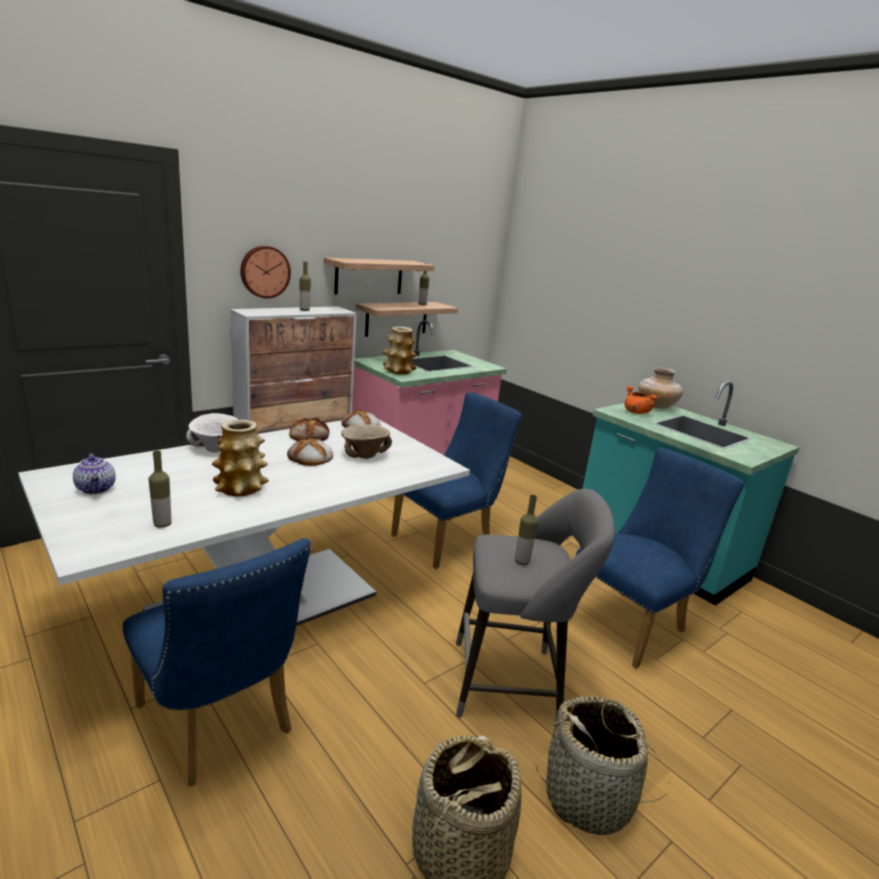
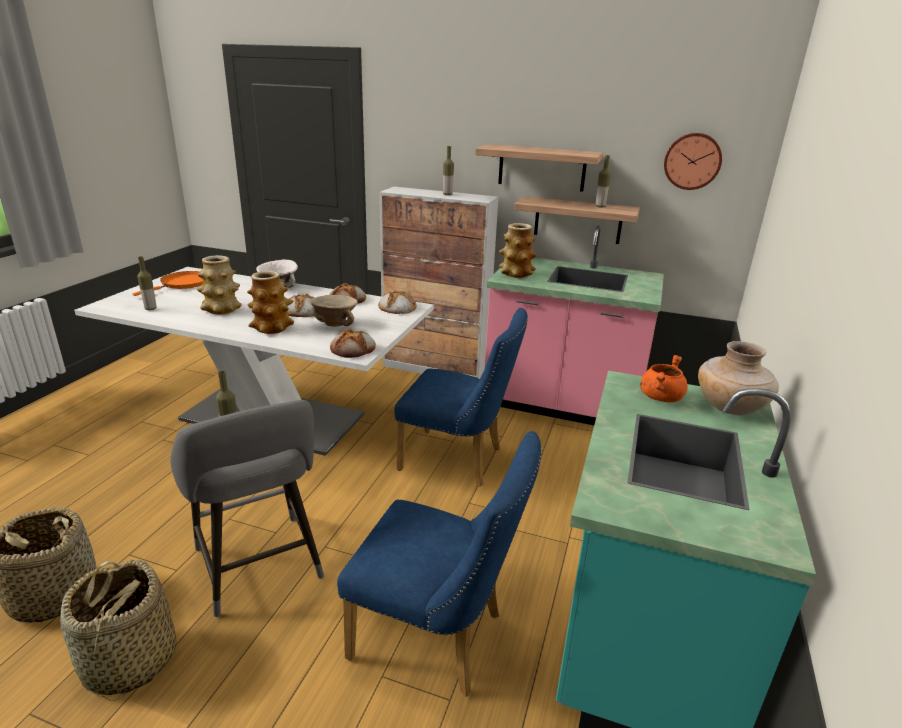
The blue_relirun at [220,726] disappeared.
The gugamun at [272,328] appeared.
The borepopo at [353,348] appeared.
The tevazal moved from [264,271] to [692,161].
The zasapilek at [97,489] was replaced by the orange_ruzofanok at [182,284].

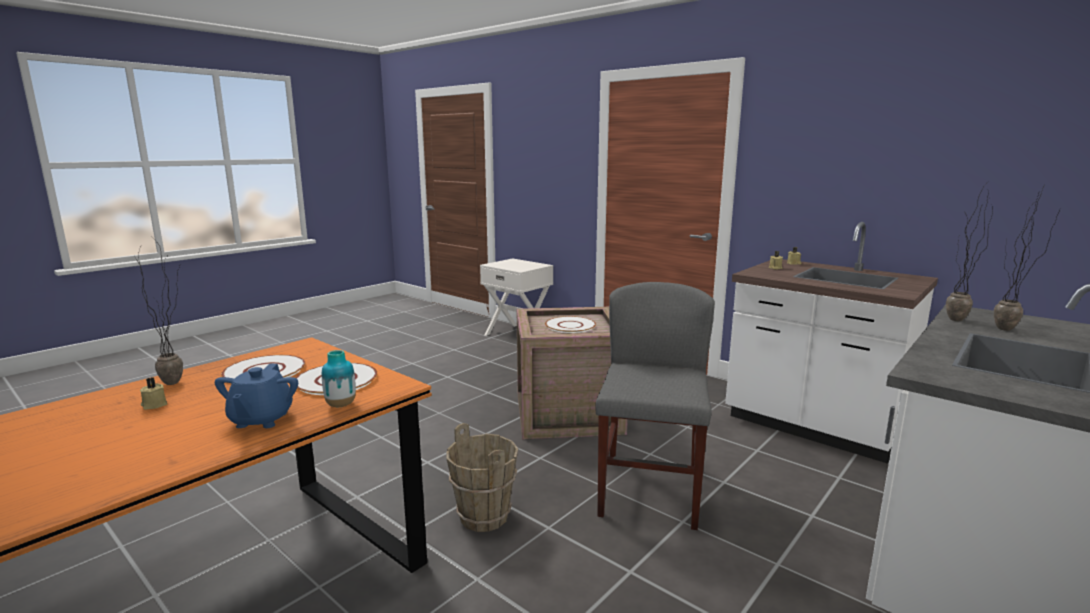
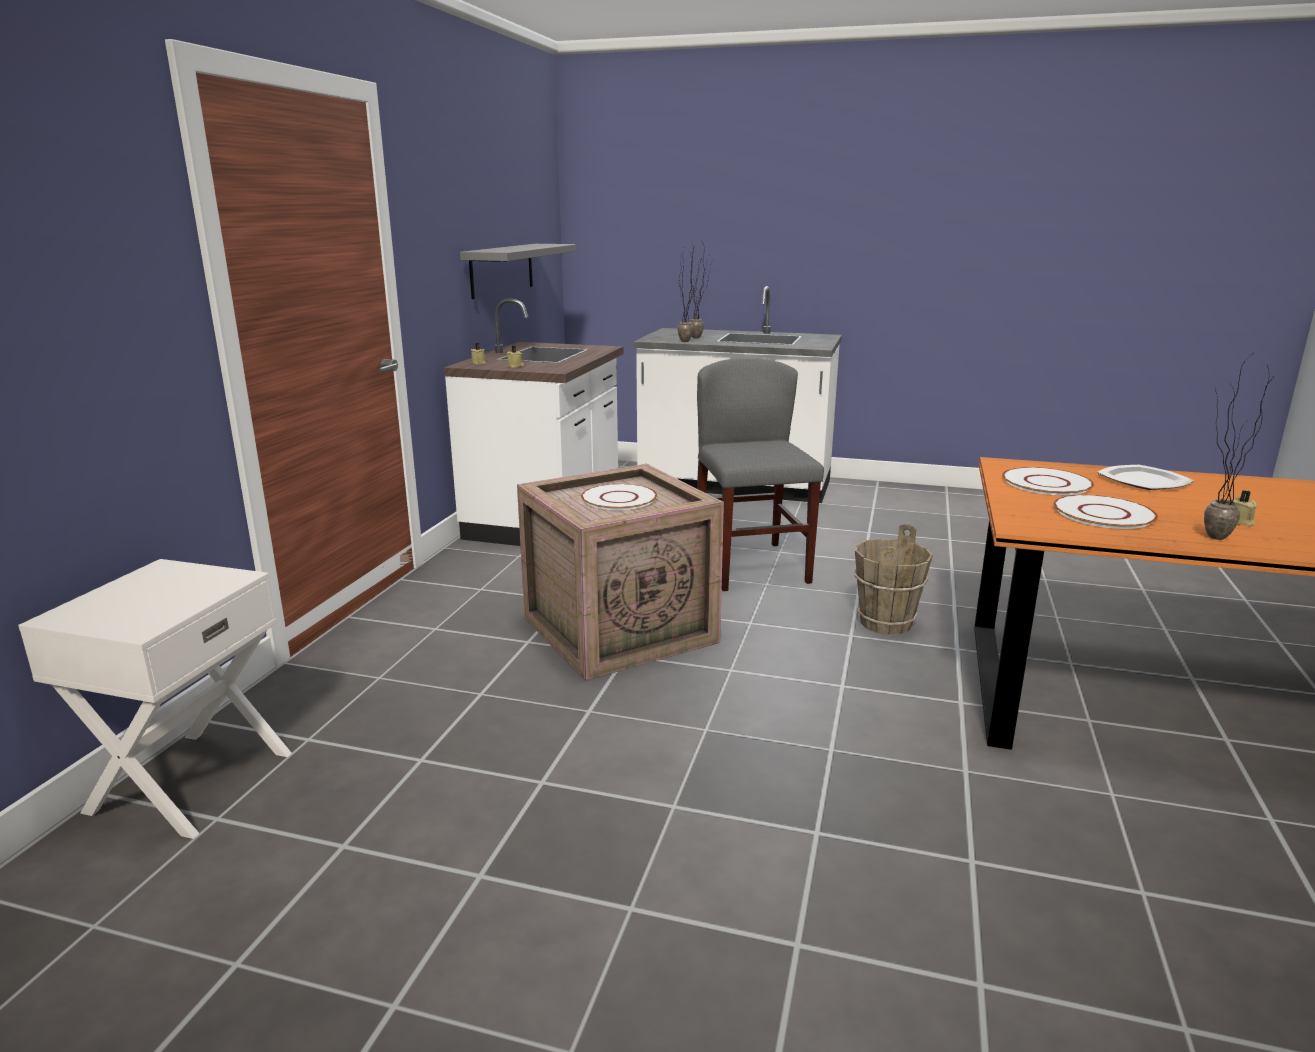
The gugamun at [341,405] disappeared.
The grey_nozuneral at [502,270] appeared.
The blue_zasapilek at [261,420] was replaced by the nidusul at [1144,481].
The grey_relirun at [649,491] turned 90 degrees clockwise.

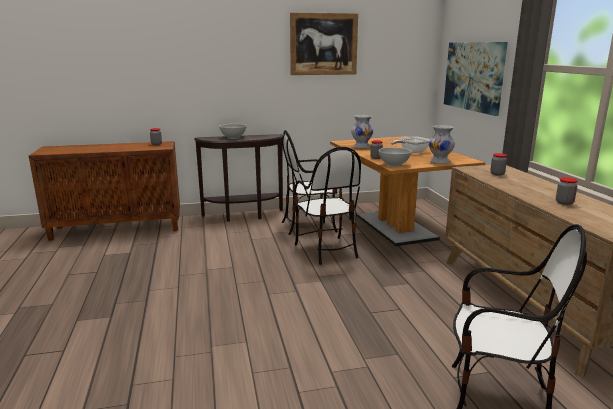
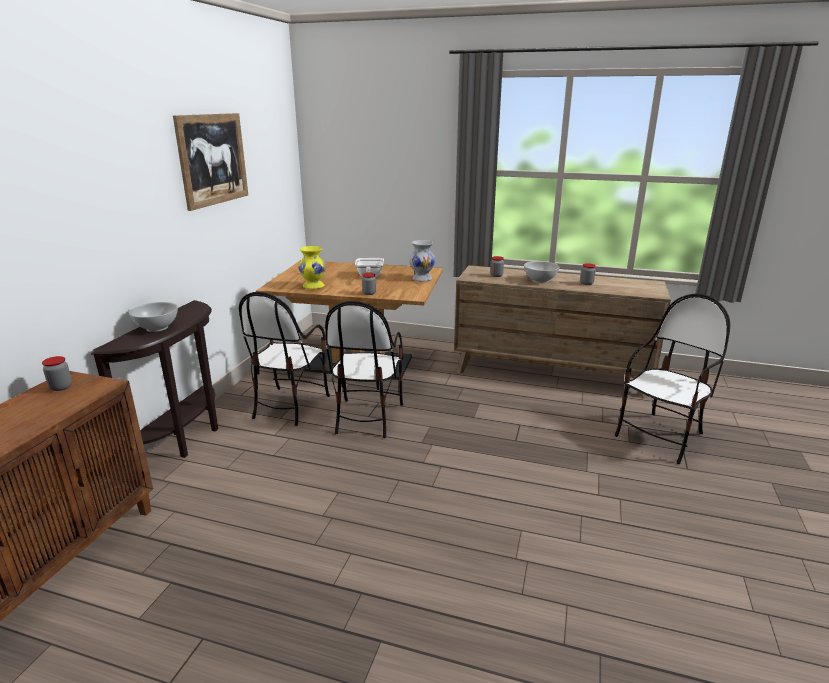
The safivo at [473,76] disappeared.
The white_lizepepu moved from [394,165] to [540,280].
The white_gugamun at [361,147] became the yellow_gugamun at [313,286].
The relirun at [326,250] turned 90 degrees clockwise.

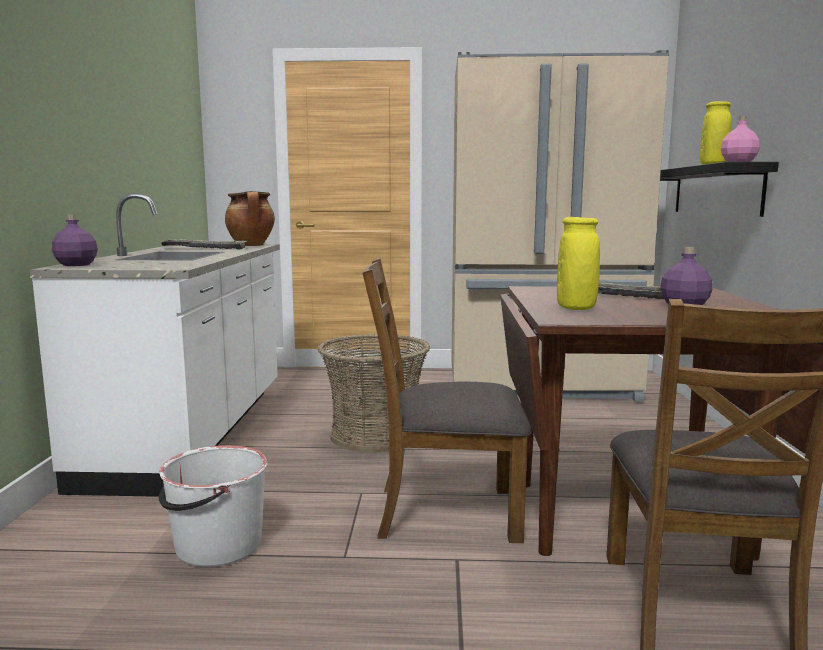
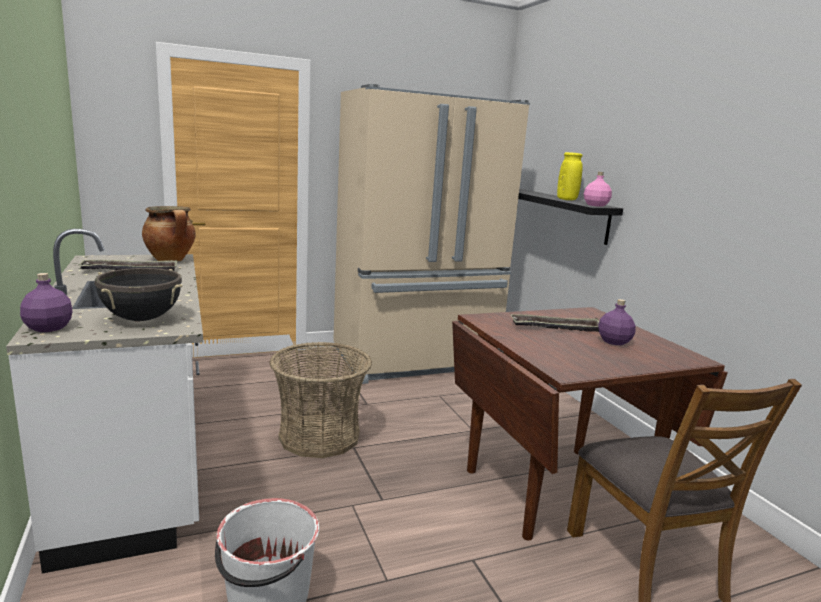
The brown_relirun at [446,512] disappeared.
The yellow_gugamun at [576,308] disappeared.
The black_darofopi at [142,319] appeared.

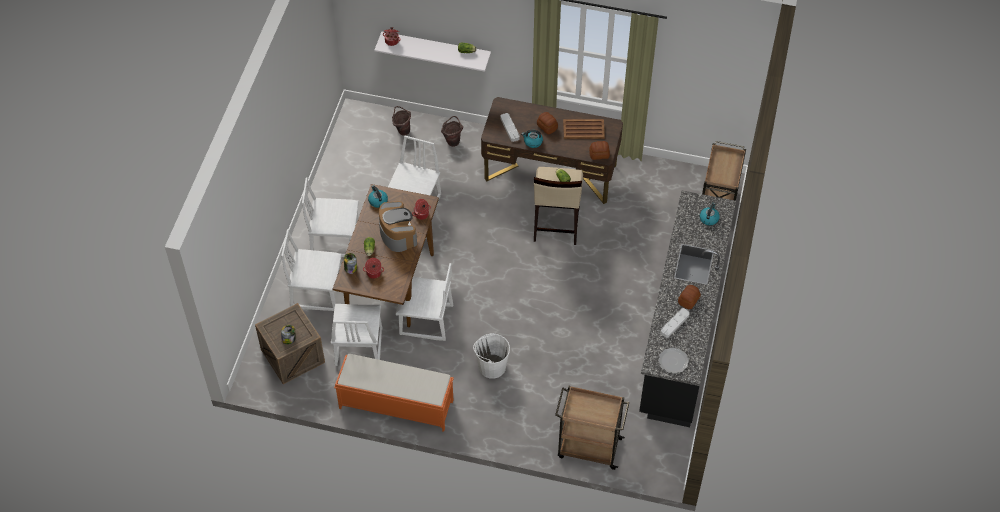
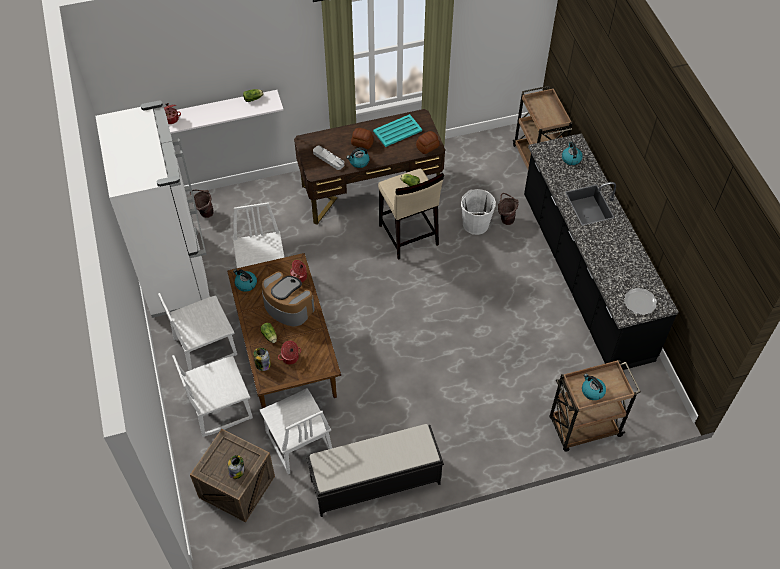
The white_relirun at [426,321] disappeared.
The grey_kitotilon at [674,324] disappeared.
The borepopo at [689,300] disappeared.
The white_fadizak at [177,272] appeared.
The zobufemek at [592,391] appeared.
The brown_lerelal moved from [453,140] to [505,219].
The white_lerelal moved from [492,366] to [475,224].
The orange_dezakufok at [395,404] became the black_dezakufok at [374,482].
The brown_kitotilon at [583,129] became the turquoise_kitotilon at [397,131].

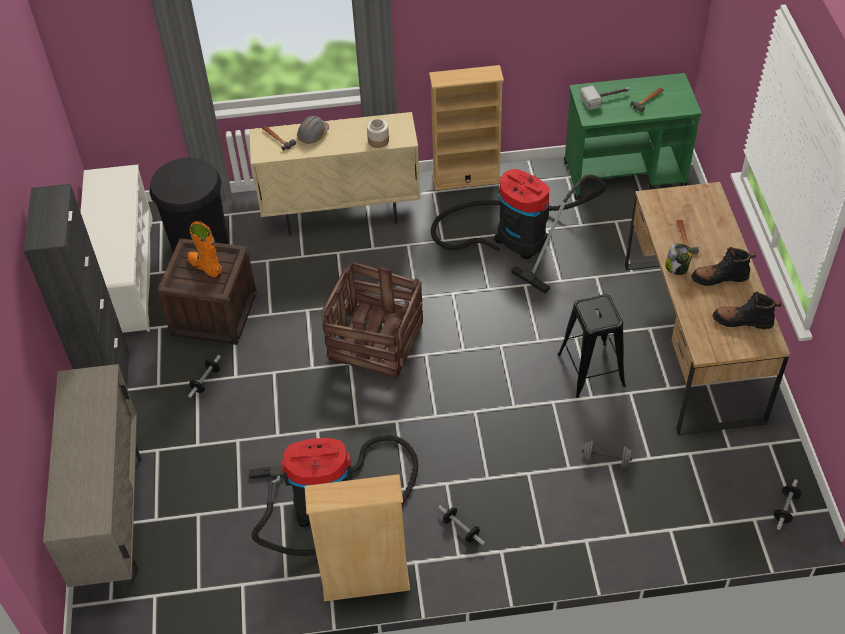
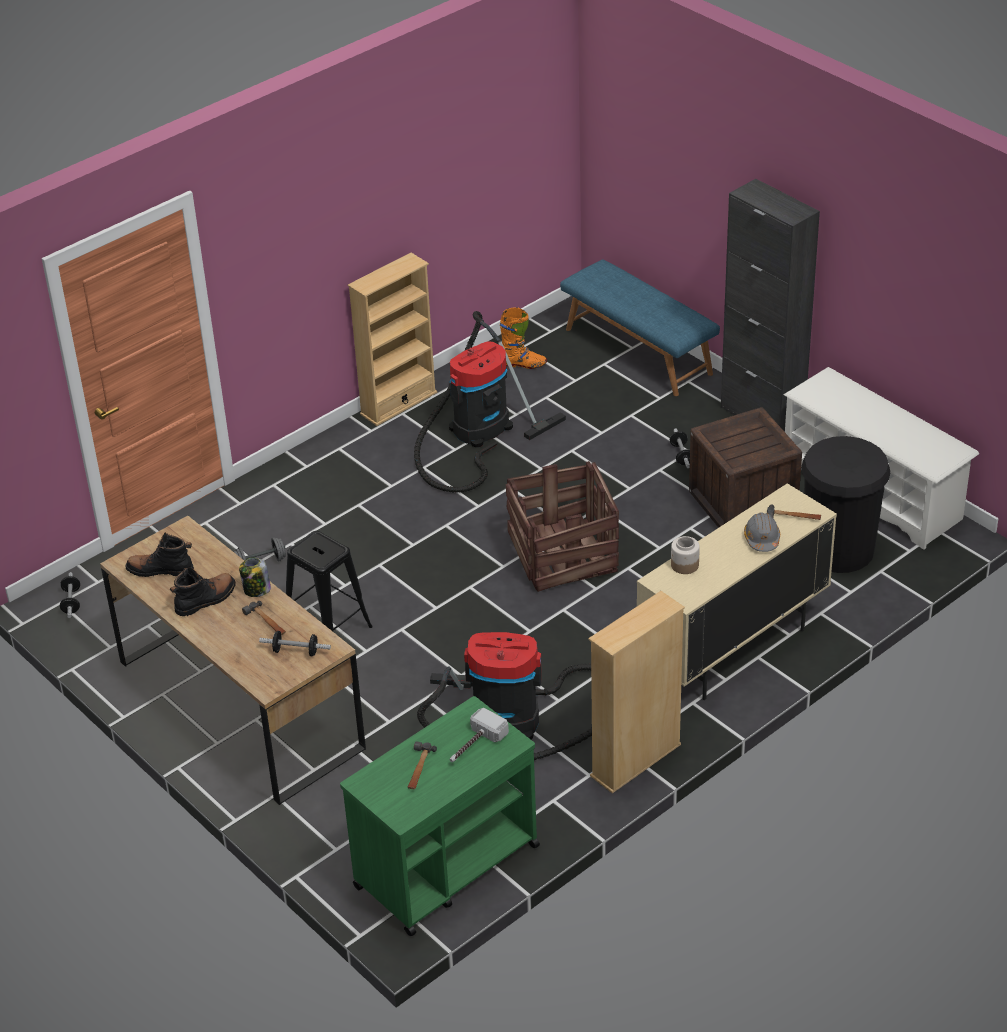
The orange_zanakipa moved from [205,267] to [523,364].
The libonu moved from [461,529] to [296,651].
The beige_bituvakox at [113,516] was replaced by the blue_dezakufok at [639,351].
The black_zanakipa at [742,321] turned 150 degrees counterclockwise.

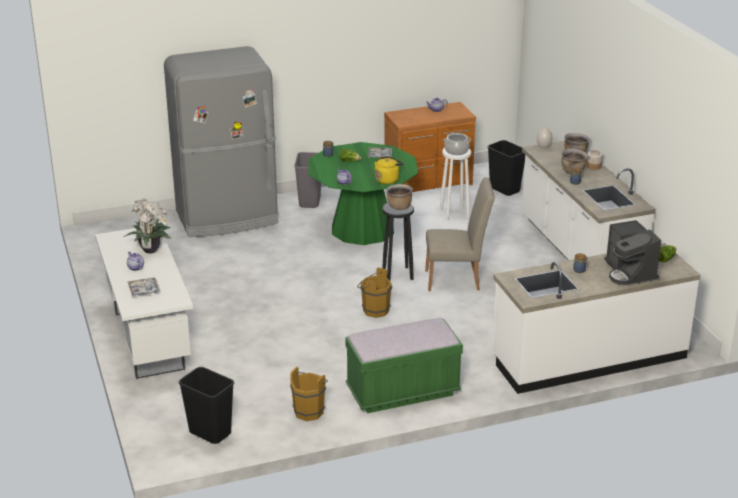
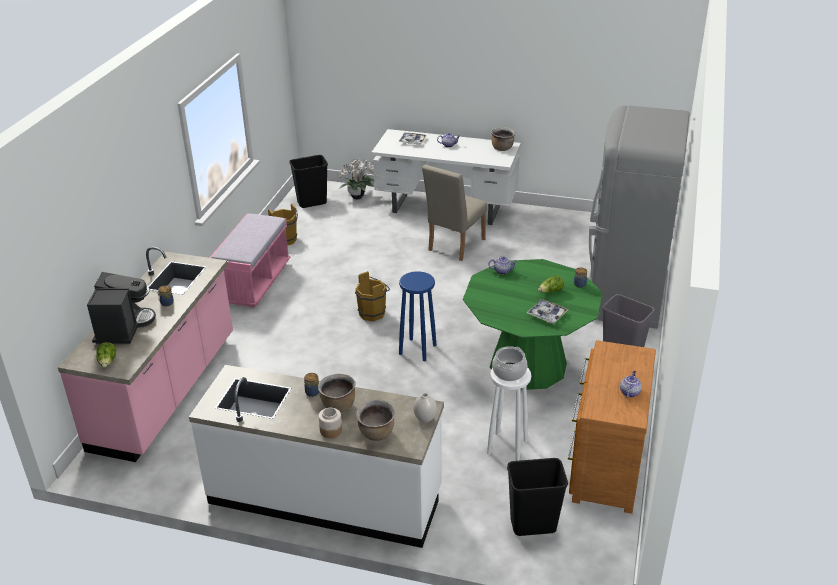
The yellow_zobufemek at [387,180] disappeared.
The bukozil moved from [150,249] to [359,197].
The brown_darofopi moved from [399,207] to [502,148].
The beige_relirun moved from [457,280] to [454,246].
The green_dezakufok at [403,392] became the pink_dezakufok at [254,283].
The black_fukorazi at [397,274] became the blue_fukorazi at [418,349].
The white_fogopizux at [588,358] became the pink_fogopizux at [166,392].
The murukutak at [629,272] turned 75 degrees clockwise.

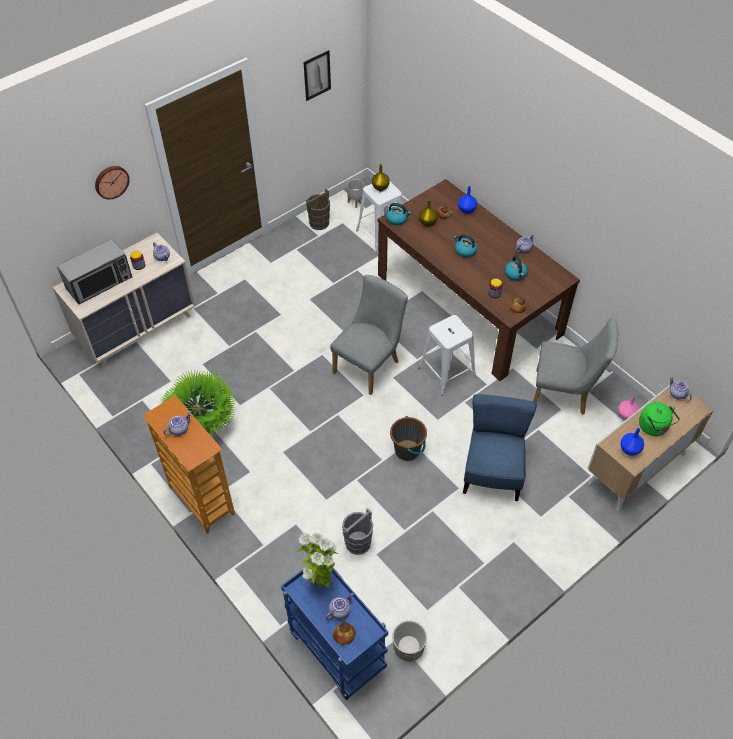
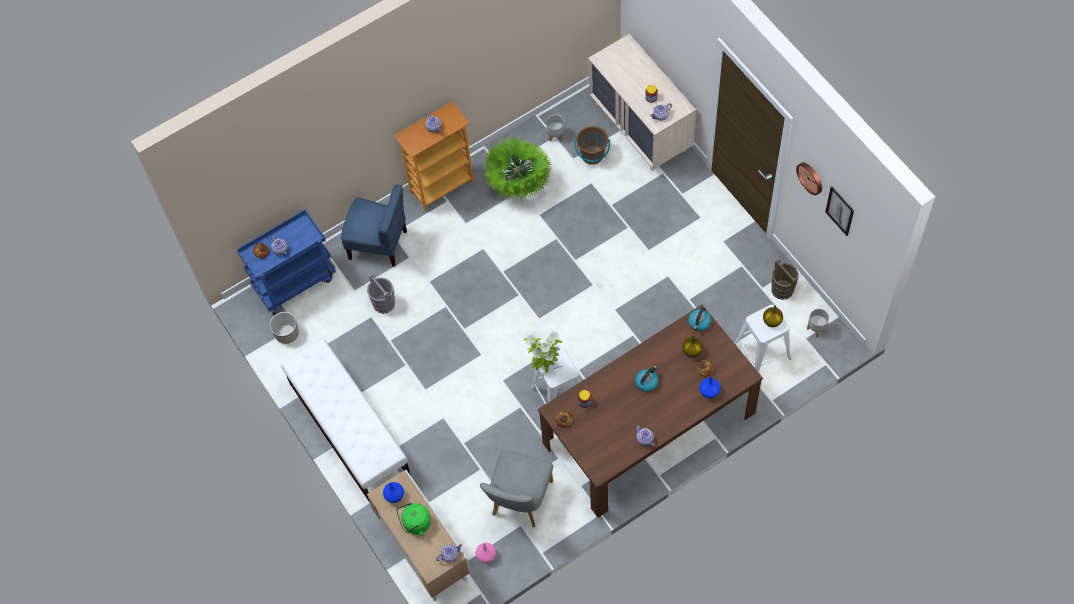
The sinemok at [99,283] disappeared.
The grey_relirun at [370,364] disappeared.
The zobufemek at [515,274] disappeared.
The white_dezakufok at [349,429] appeared.
The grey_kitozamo at [556,135] appeared.
The tevazal moved from [111,181] to [810,177].
The bukozil moved from [319,580] to [545,366].
The brown_lerelal moved from [407,450] to [592,155].
The blue_relirun moved from [492,474] to [378,244].

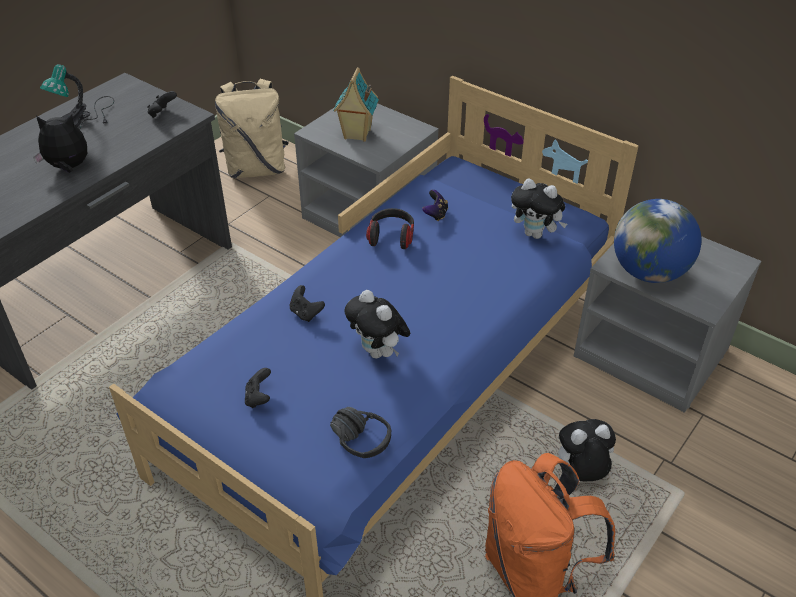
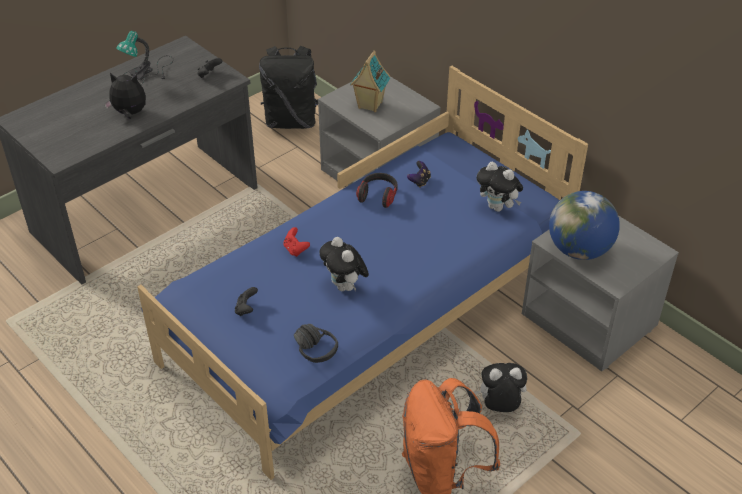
The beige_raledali at [257,168] became the black_raledali at [291,121].
The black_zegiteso at [306,313] became the red_zegiteso at [295,249].

